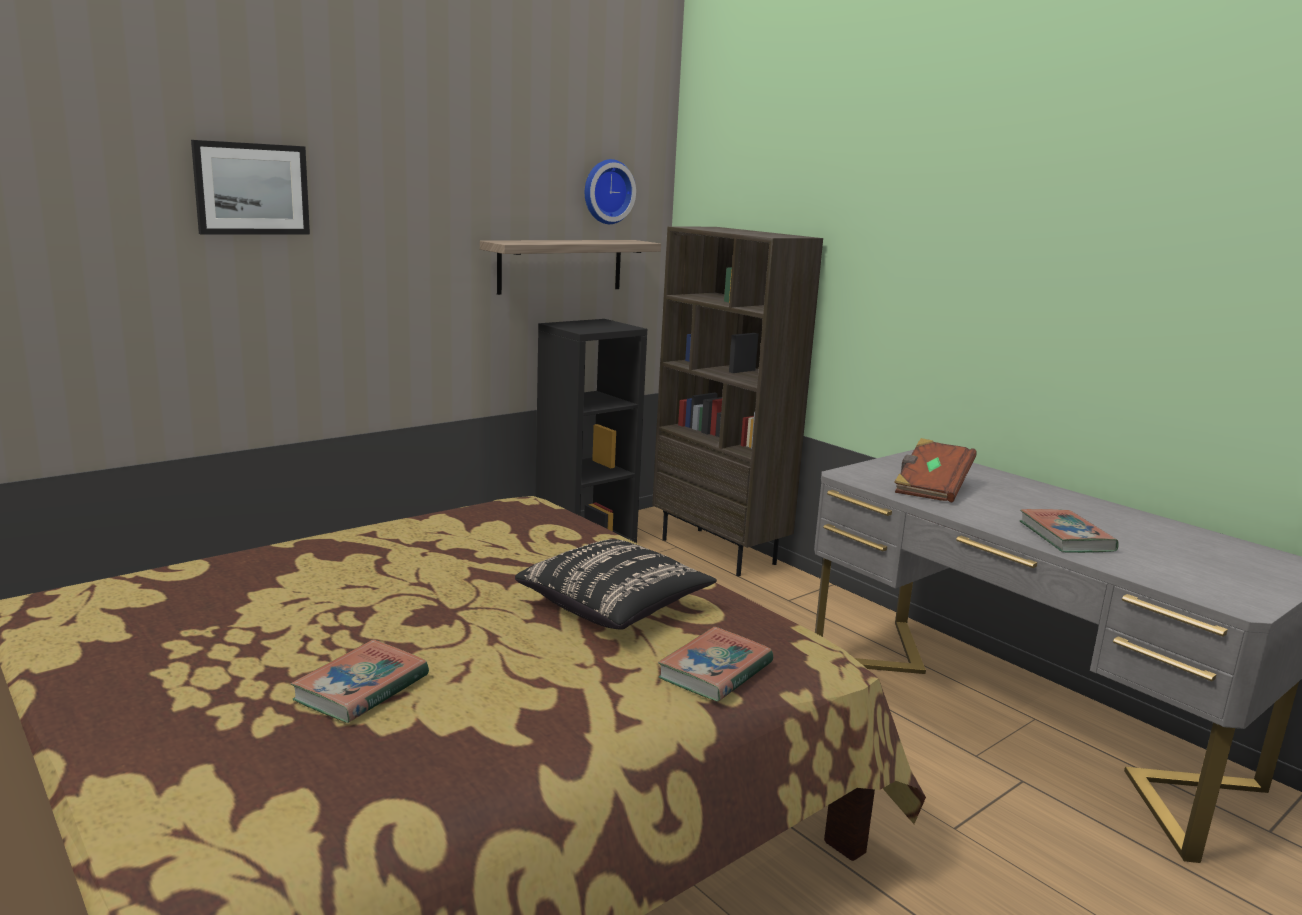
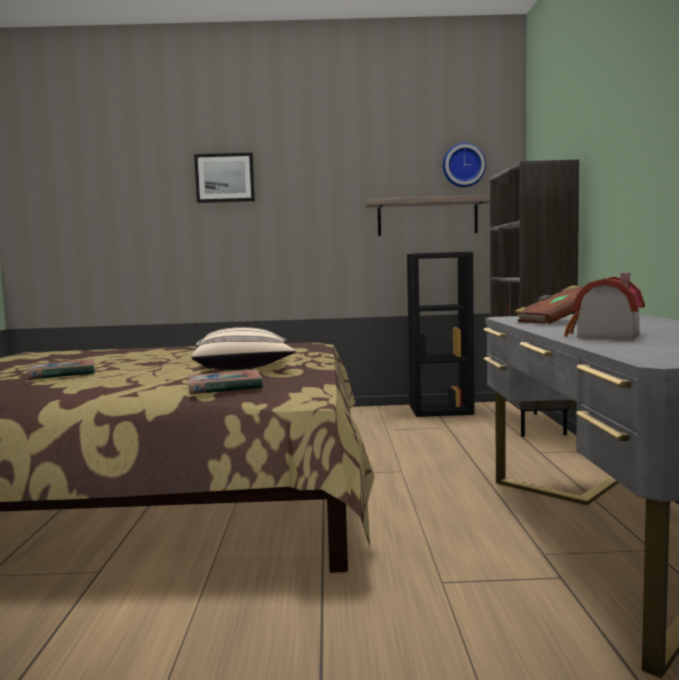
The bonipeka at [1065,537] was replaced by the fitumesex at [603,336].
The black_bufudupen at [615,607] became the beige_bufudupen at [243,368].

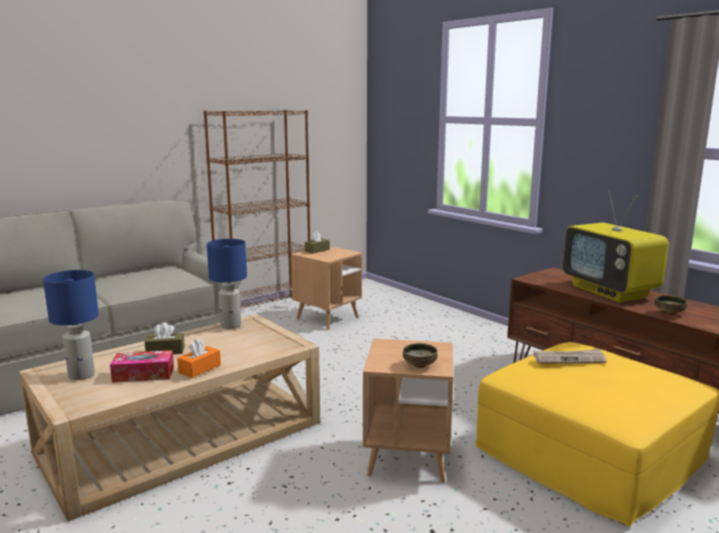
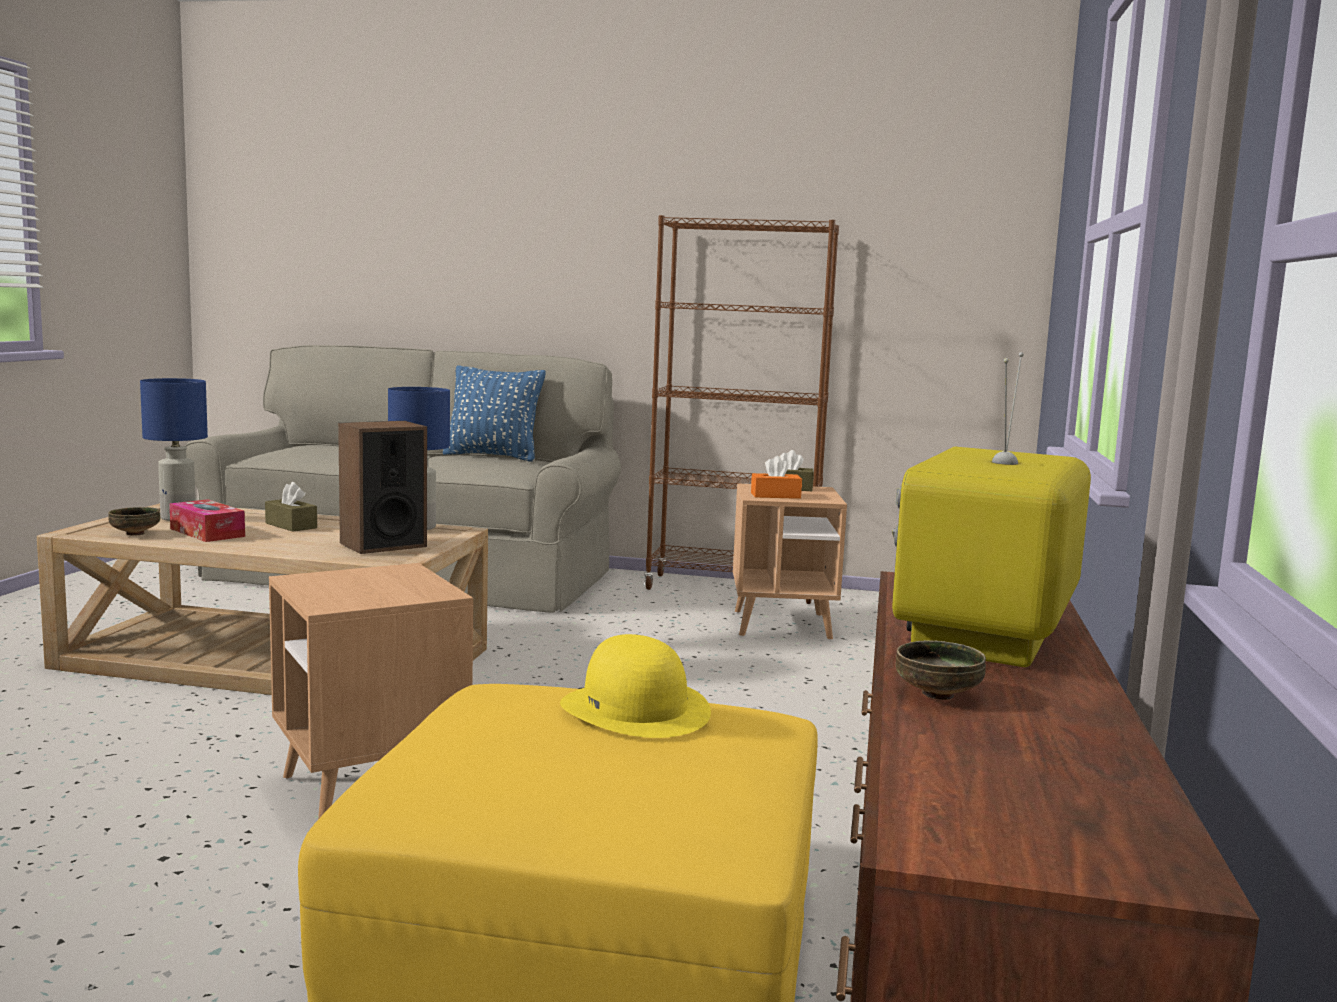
The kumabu at [382,545] appeared.
The blue_bufudupen at [493,456] appeared.
The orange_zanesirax moved from [200,369] to [775,495].
The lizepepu moved from [420,365] to [135,534].
The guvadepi at [569,359] was replaced by the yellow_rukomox at [635,709].

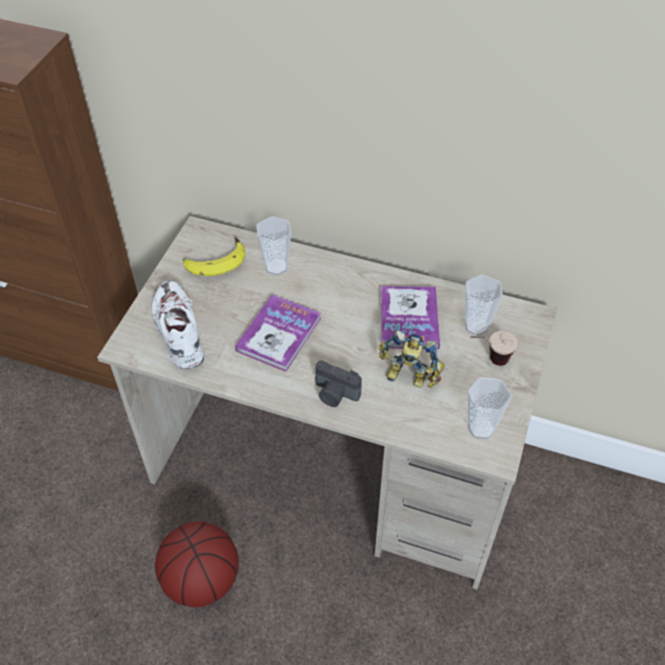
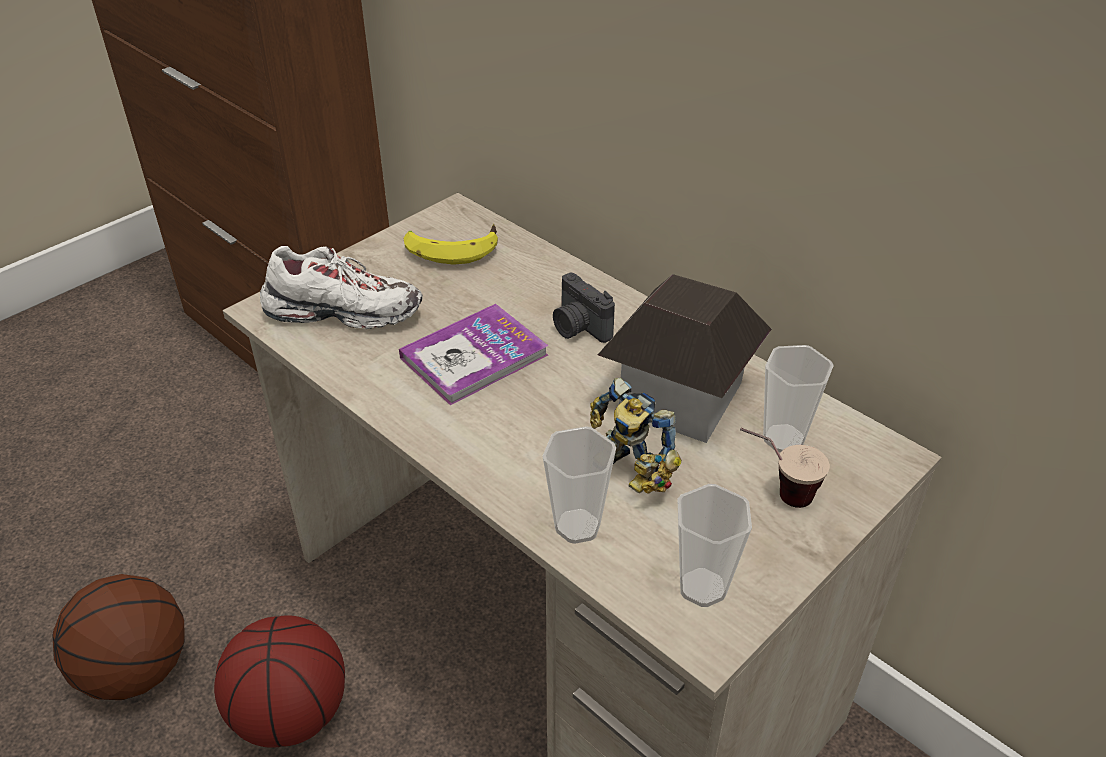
The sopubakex at [137,669] appeared.
The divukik moved from [276,267] to [577,526].
The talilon moved from [334,394] to [578,328].
The bonipeka at [409,319] was replaced by the fitumesex at [680,396].
The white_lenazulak at [179,332] turned 90 degrees clockwise.

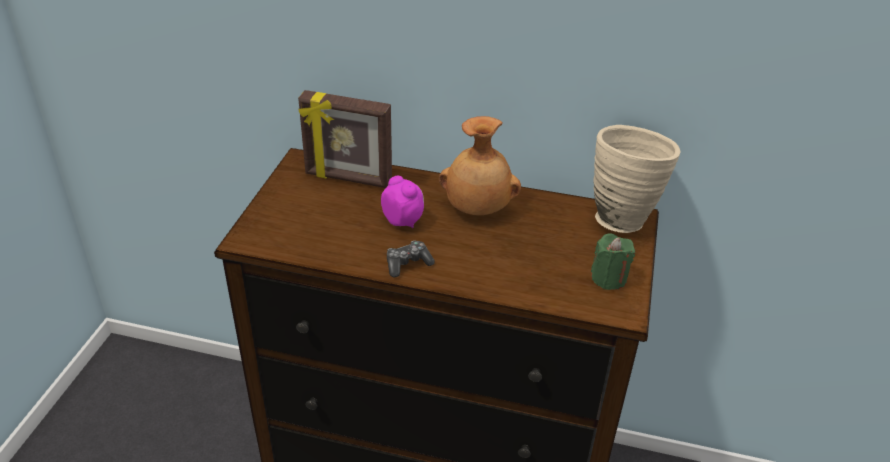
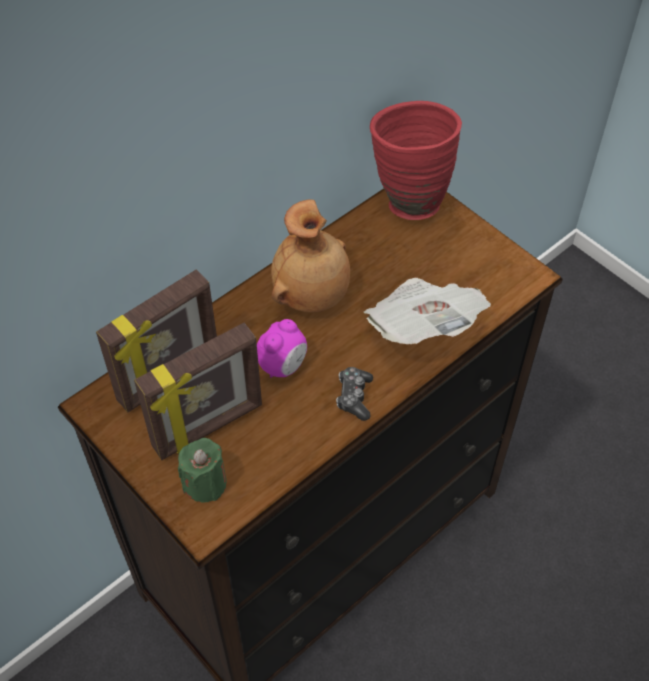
The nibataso at [208,427] appeared.
The guvadepi at [422,327] appeared.
The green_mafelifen moved from [608,278] to [205,483].
The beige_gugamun at [622,217] became the red_gugamun at [408,198].
The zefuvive at [403,220] turned 135 degrees clockwise.

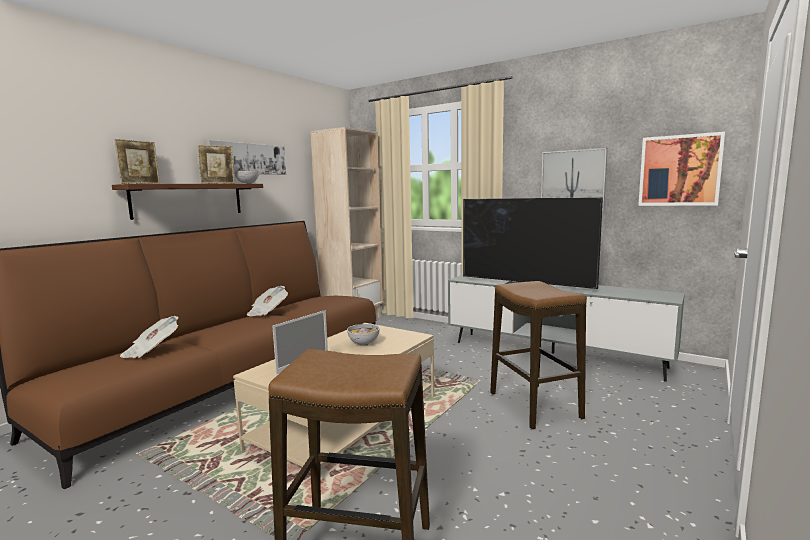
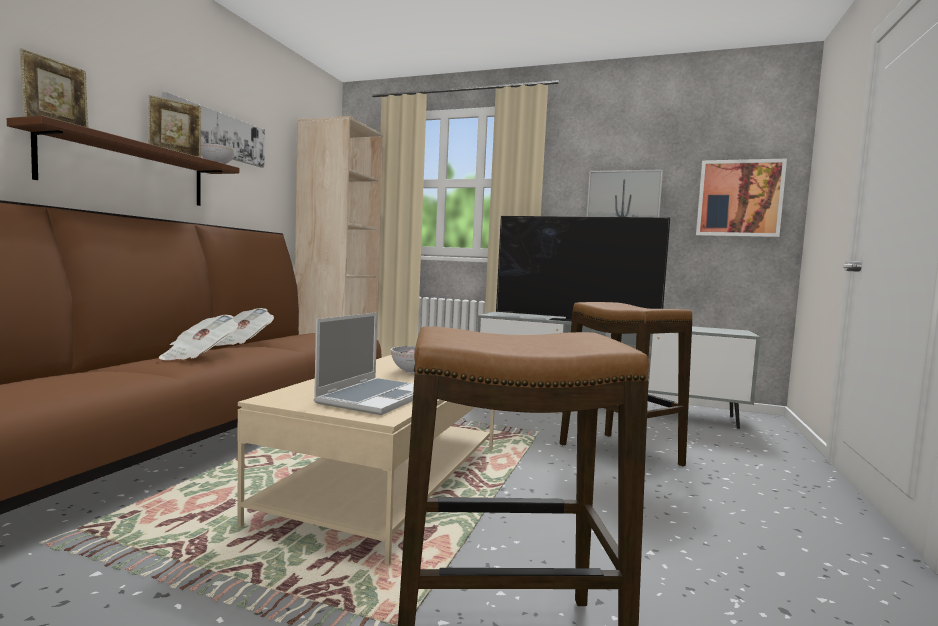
The guvadepi moved from [152,351] to [199,356].

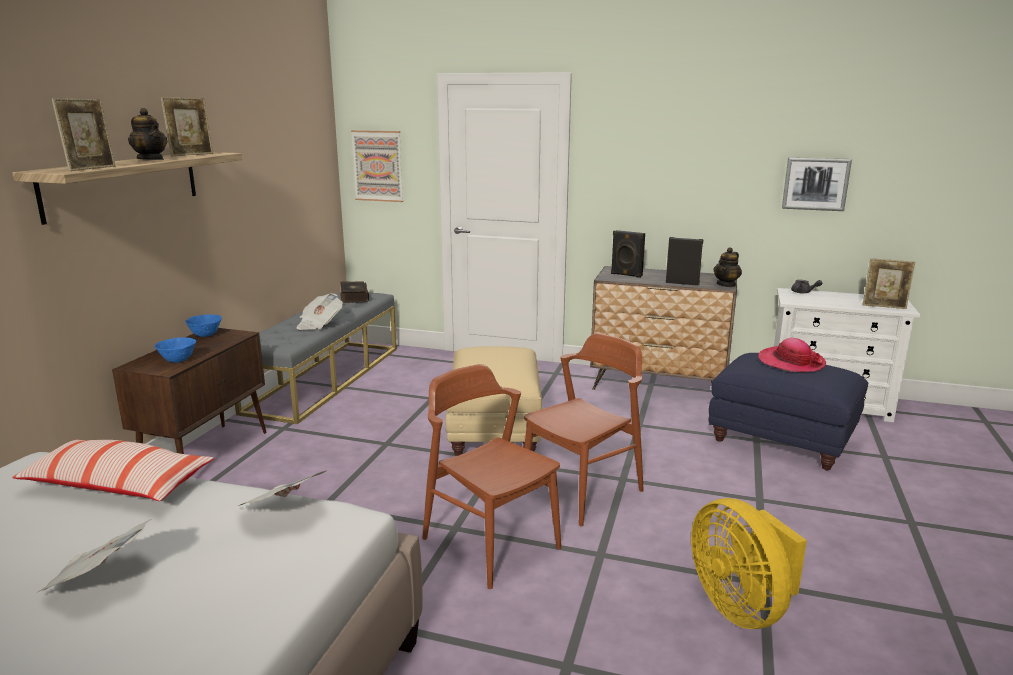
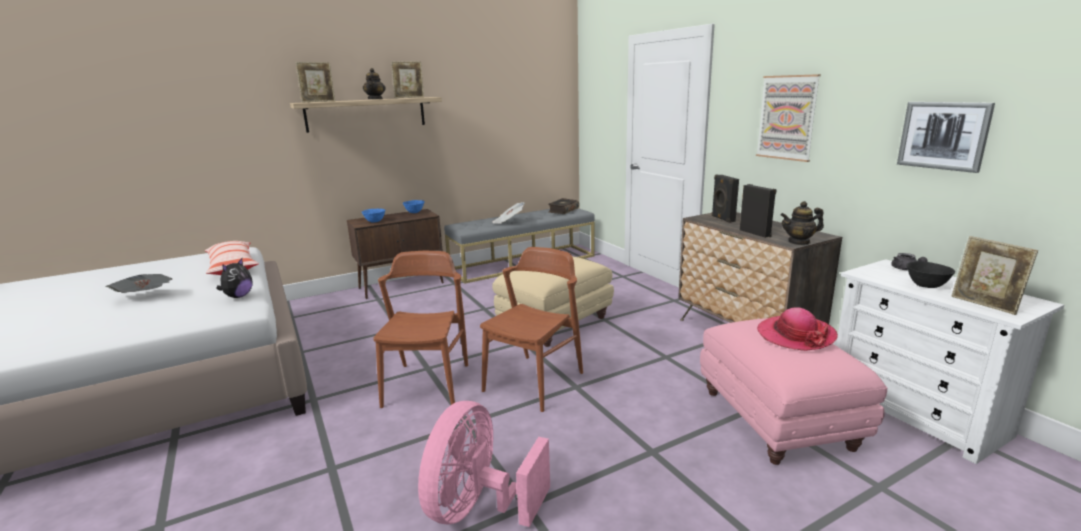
The black_lizepepu at [926,286] appeared.
The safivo moved from [378,166] to [787,117].
The guvadepi at [284,510] was replaced by the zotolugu at [238,296].
The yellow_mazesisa at [741,607] became the pink_mazesisa at [479,508].
The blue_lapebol at [783,441] became the pink_lapebol at [778,421].
The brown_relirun at [582,491] turned 60 degrees counterclockwise.

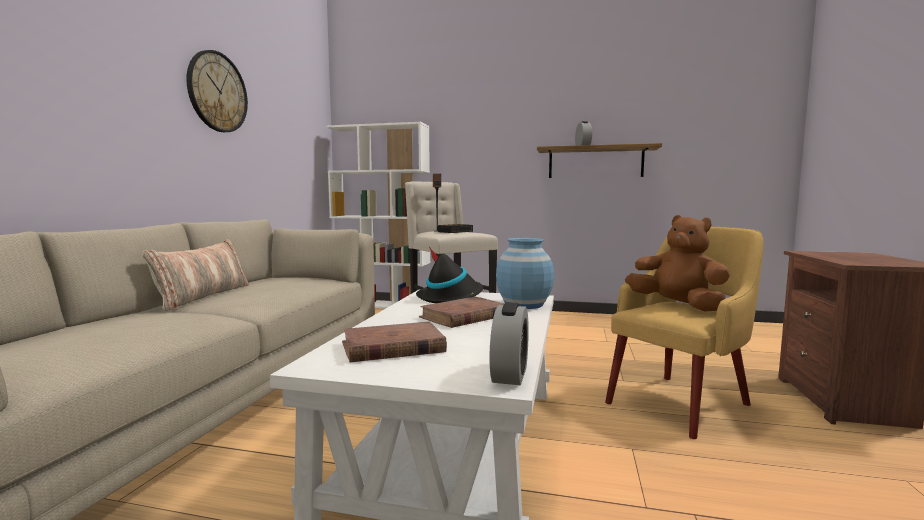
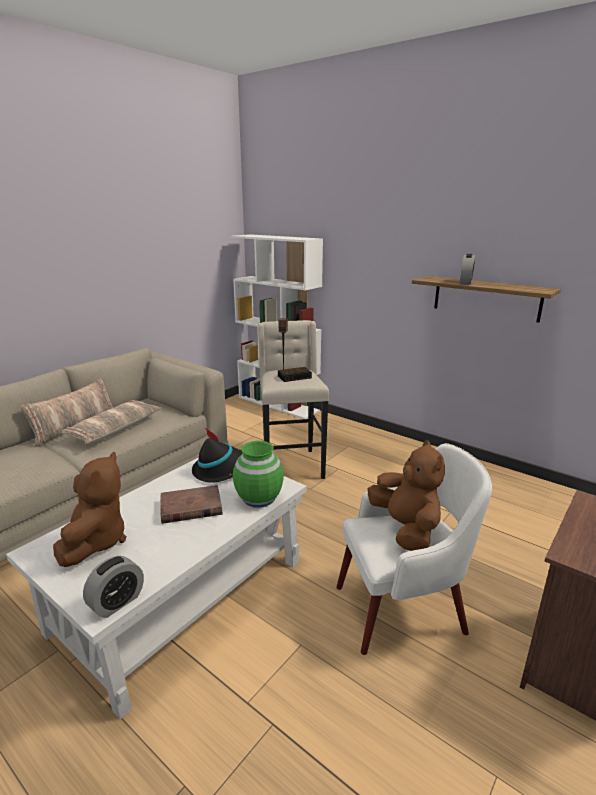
The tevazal at [217,92] disappeared.
The bufudupen at [114,429] appeared.
The brown_bonipeka at [392,347] was replaced by the brown_zotolugu at [96,542].
The blue_gugamun at [524,304] became the green_gugamun at [259,498].
The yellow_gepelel at [681,402] became the white_gepelel at [403,609].

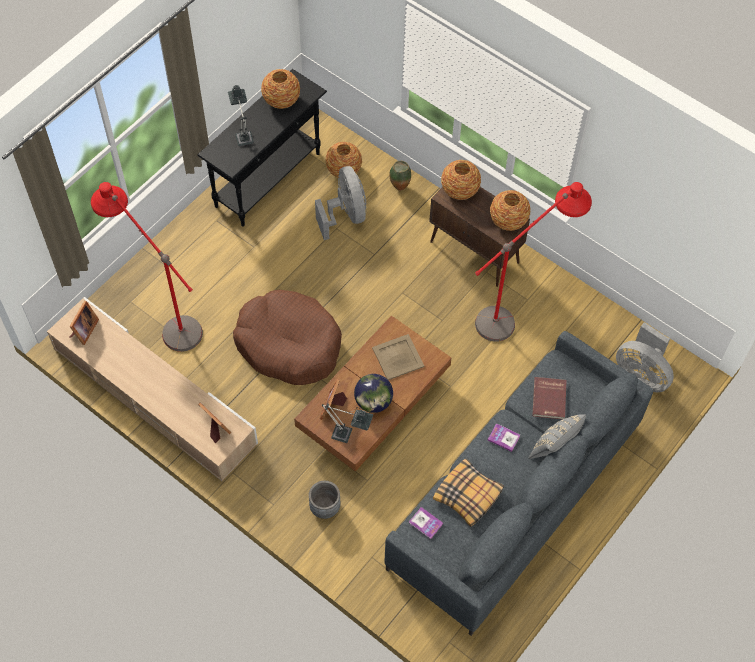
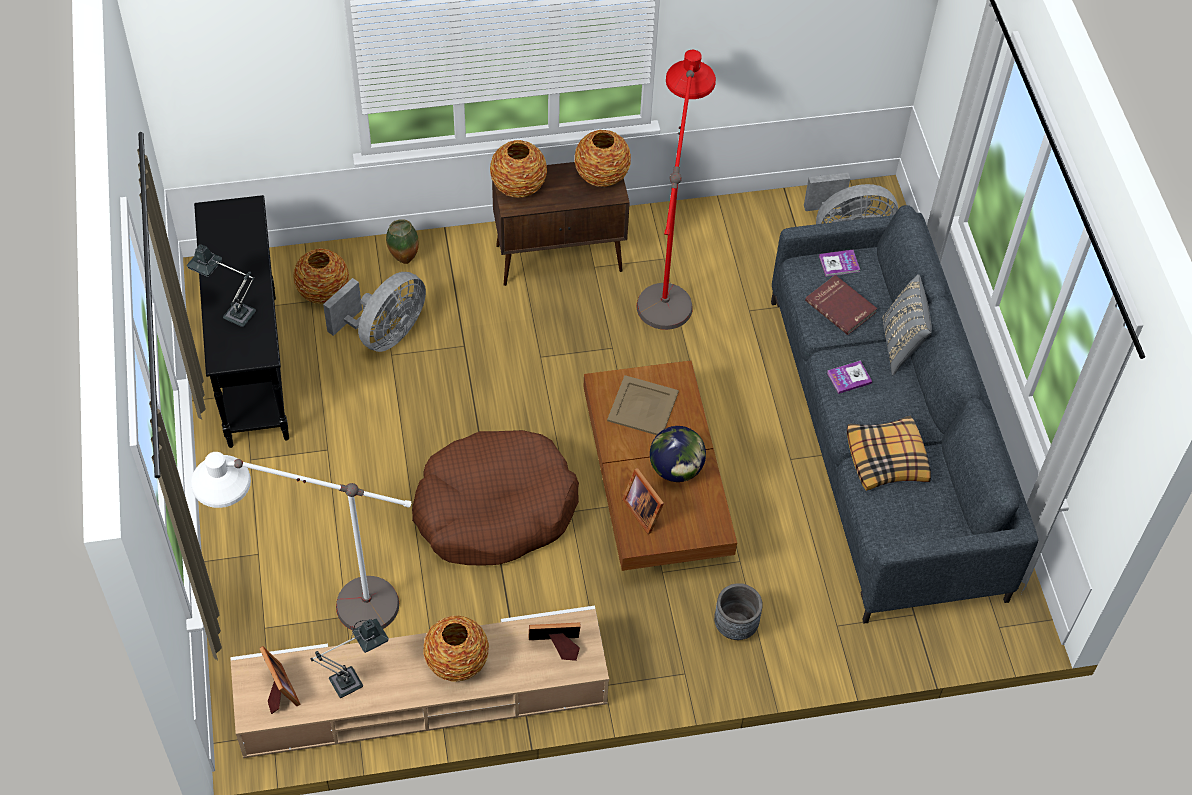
The gugamun moved from [281,100] to [456,661].
The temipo moved from [346,435] to [353,679].
The bonipeka moved from [425,523] to [839,264].
The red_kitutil at [163,316] became the white_kitutil at [322,608].
The grey_mazesisa at [345,215] turned 105 degrees clockwise.

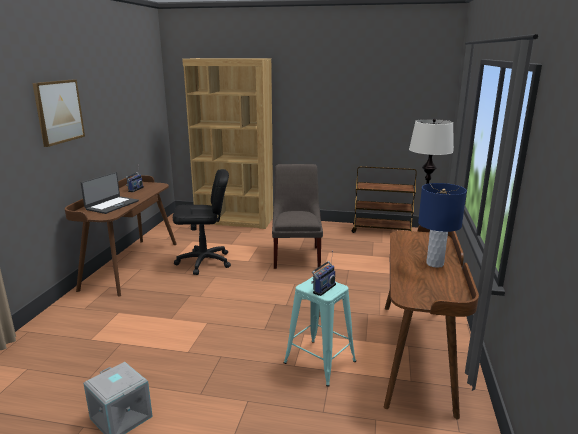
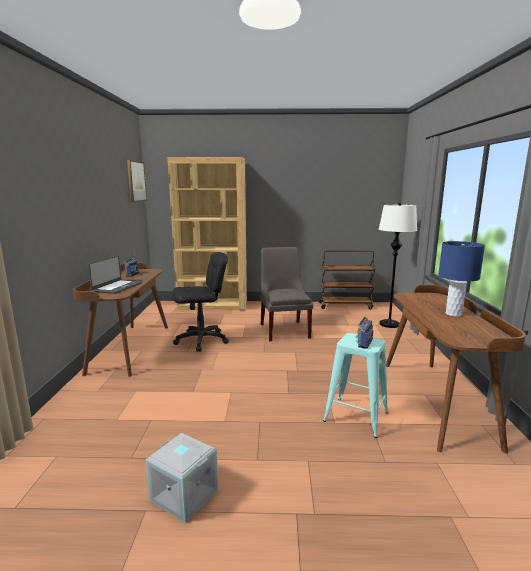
The safivo moved from [58,111] to [136,181].

